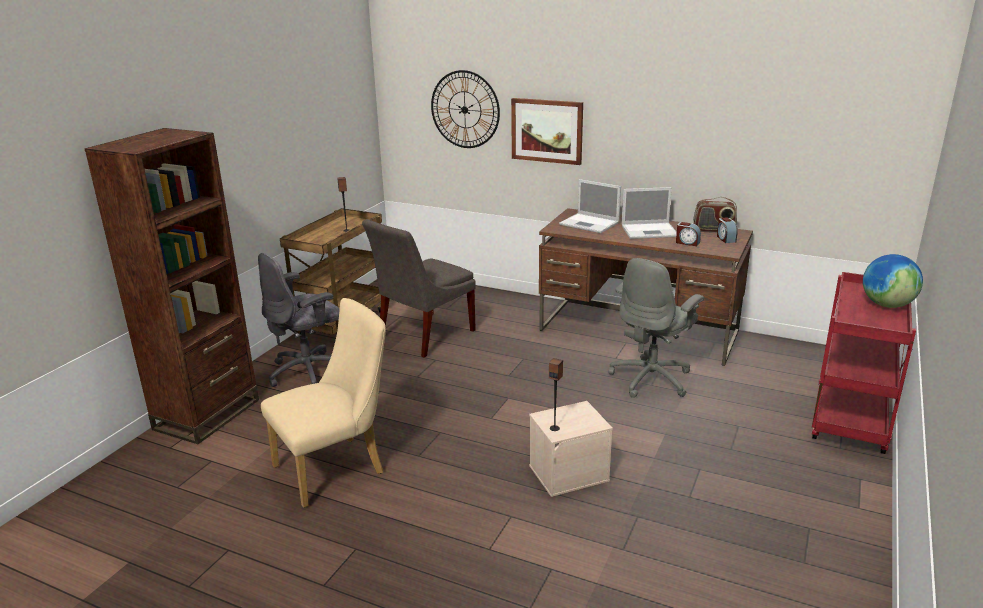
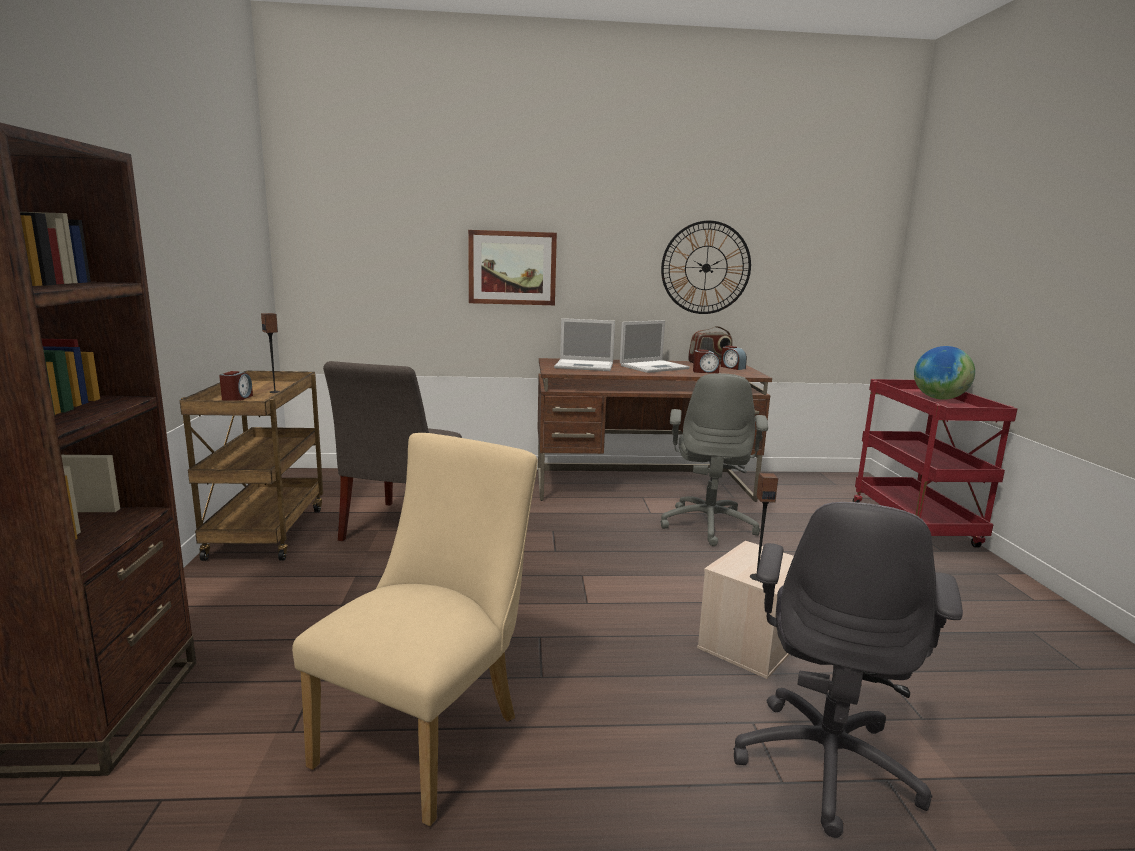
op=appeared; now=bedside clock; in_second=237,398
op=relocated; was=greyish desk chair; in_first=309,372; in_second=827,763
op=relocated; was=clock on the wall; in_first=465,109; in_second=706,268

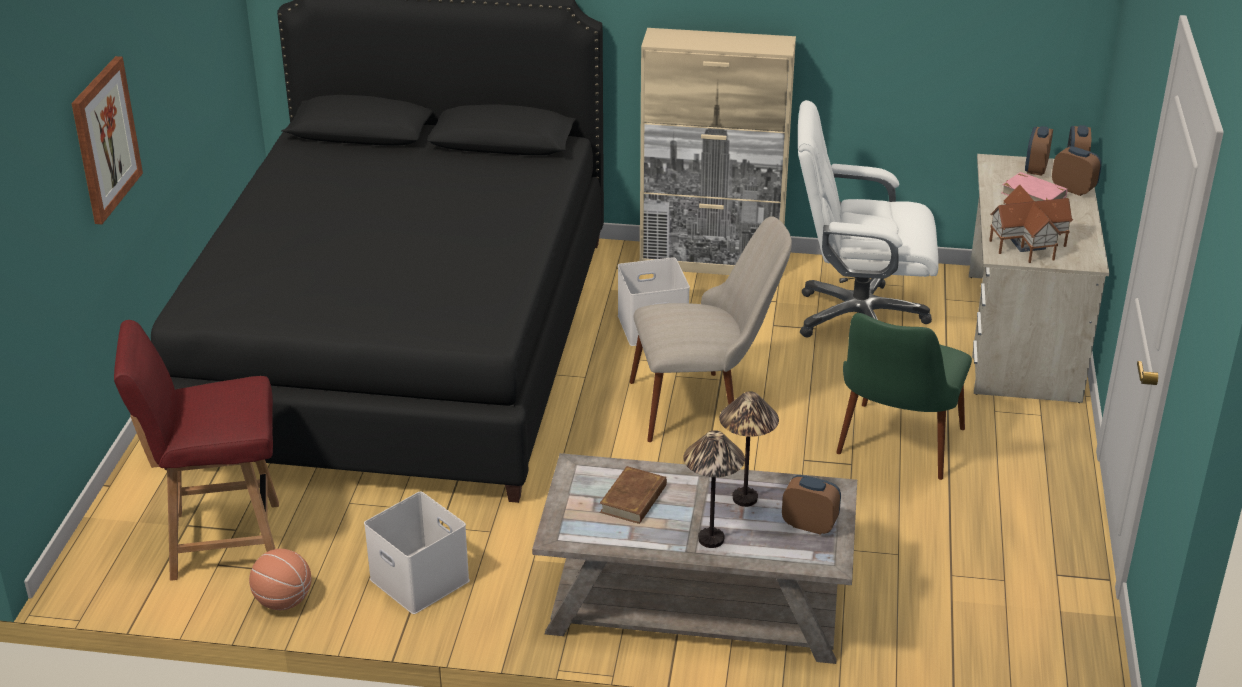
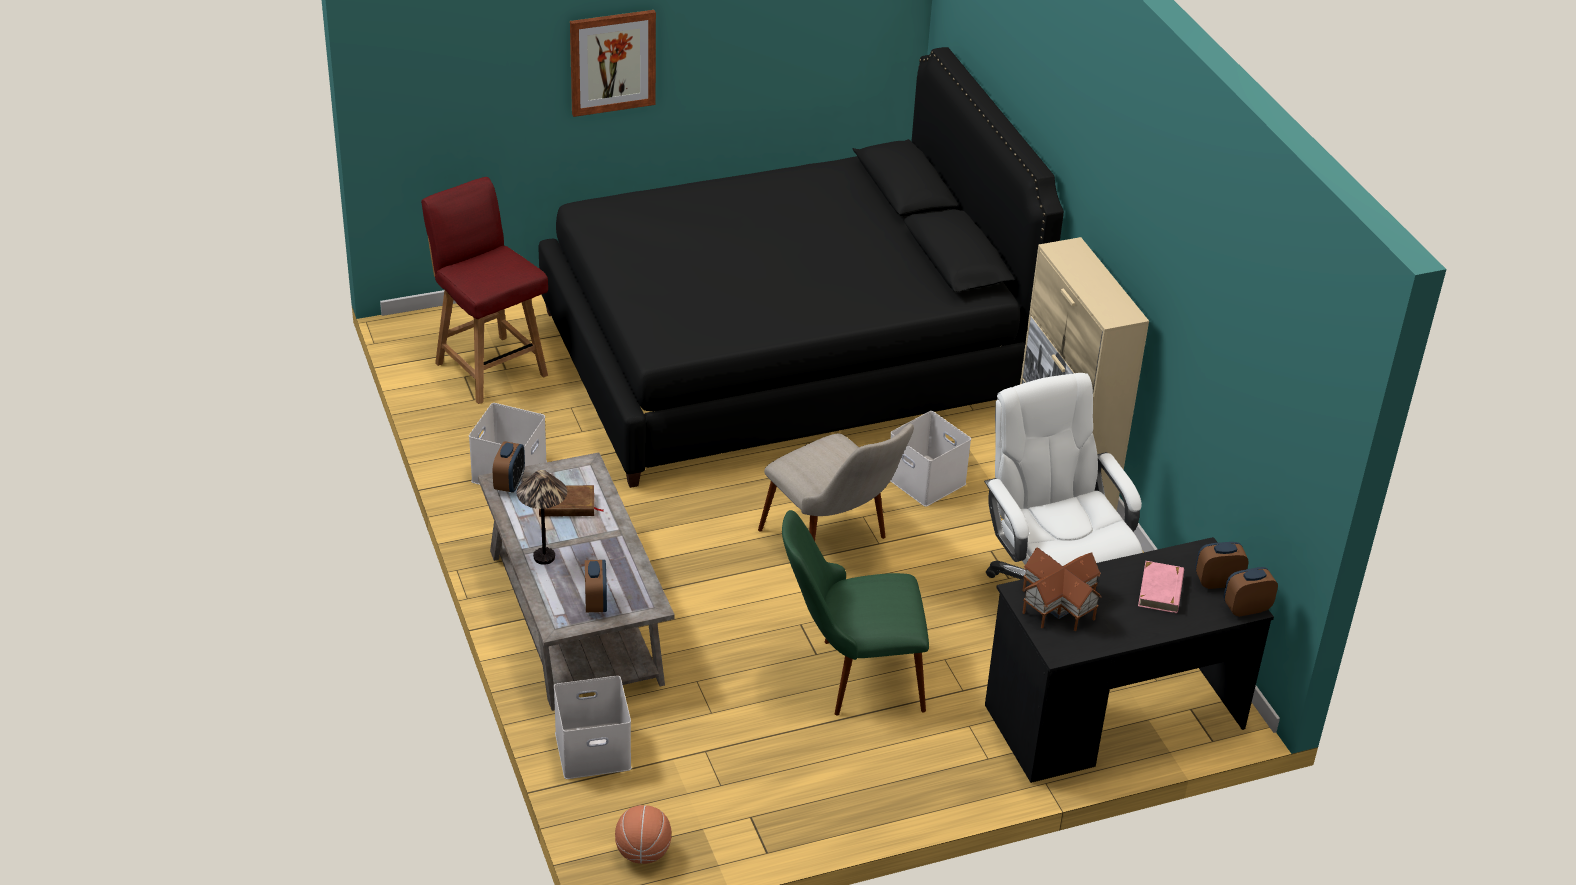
op=missing; was=tabletop lamp; in_first=744,499
op=appeared; now=whitish storage box; in_second=591,752
op=relocated; was=basketball ball; in_first=283,601; in_second=643,852
op=relocated; was=bedside clock; in_first=1073,189; in_second=509,484
op=colour; was=sand-coloured desk unit; now=black-coloured desk unit; in_first=1021,337; in_second=1113,717

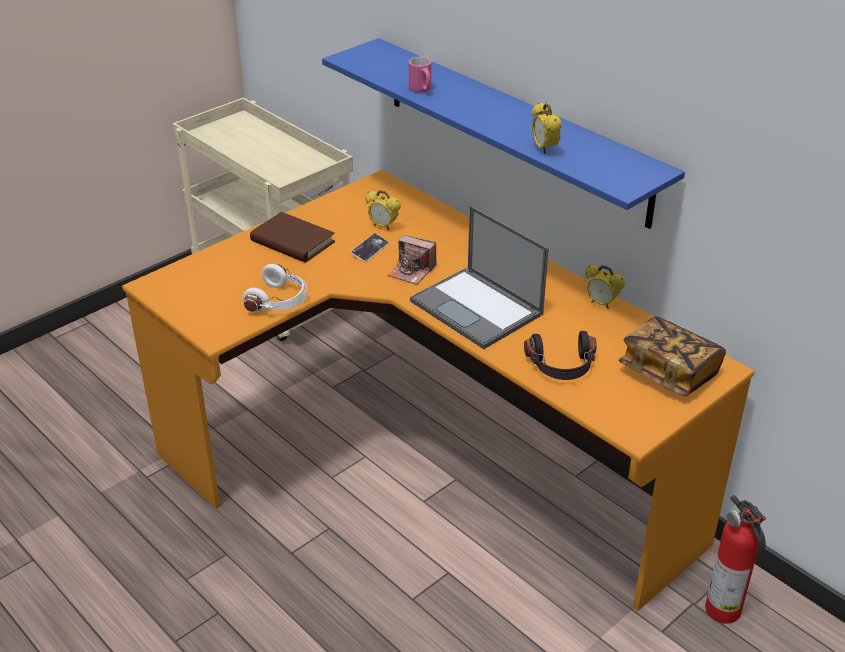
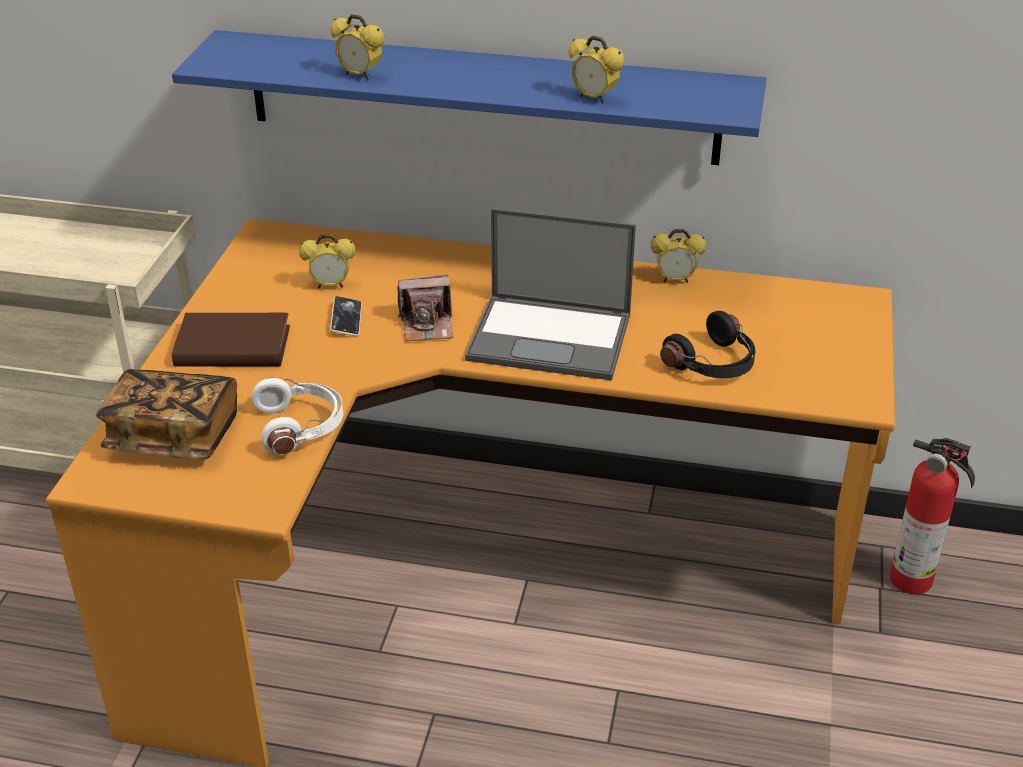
op=relocated; was=volume; in_first=669,372; in_second=174,435
op=exchanged; was=pinkish coffee mug; now=bedside clock; in_first=422,90; in_second=360,75

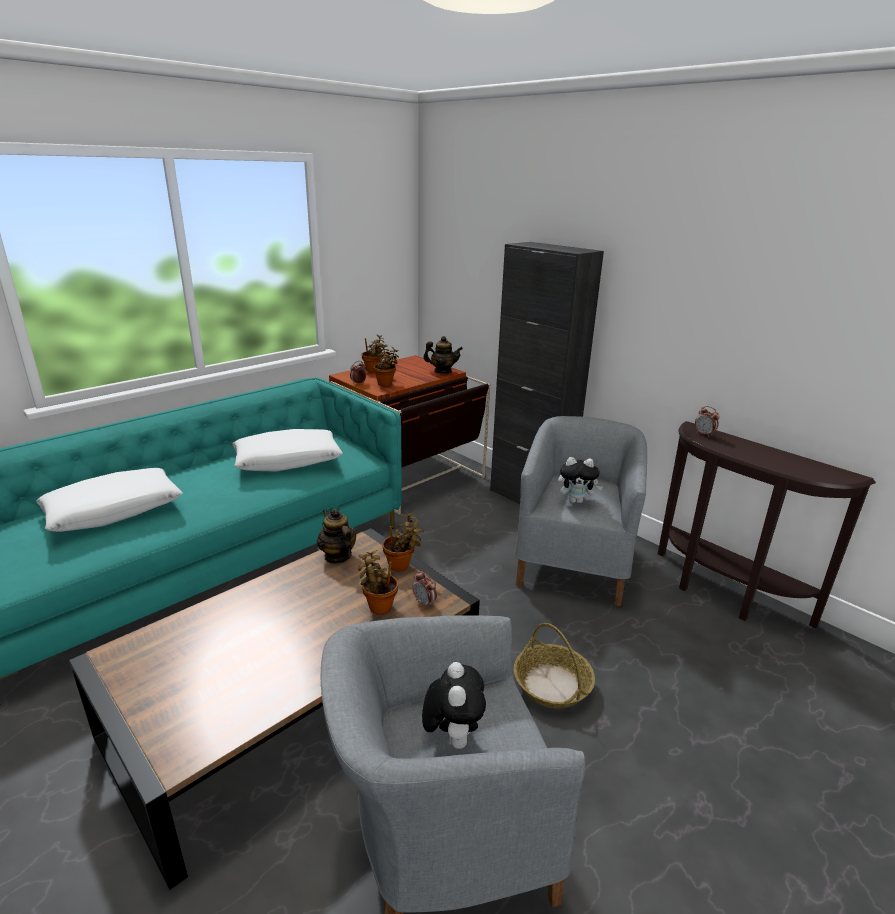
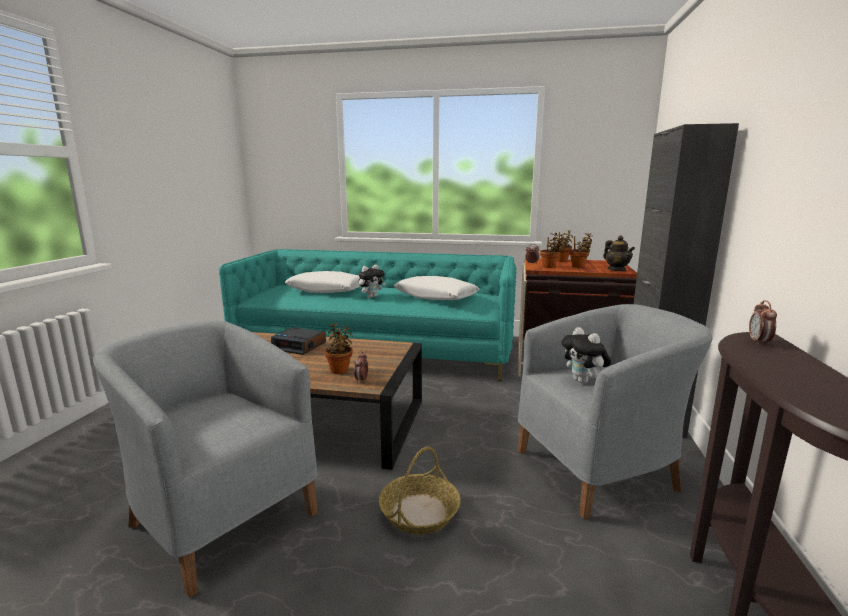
op=missing; was=pot for tea; in_first=337,556
op=appeared; now=bedside clock; in_second=299,346
op=relocated; was=houseplant; in_first=401,565; in_second=579,266
op=relocated; was=plush toy; in_first=452,735; in_second=371,297

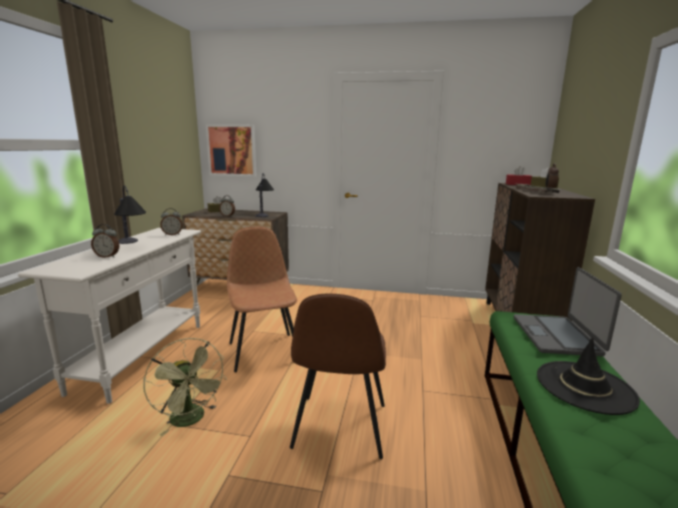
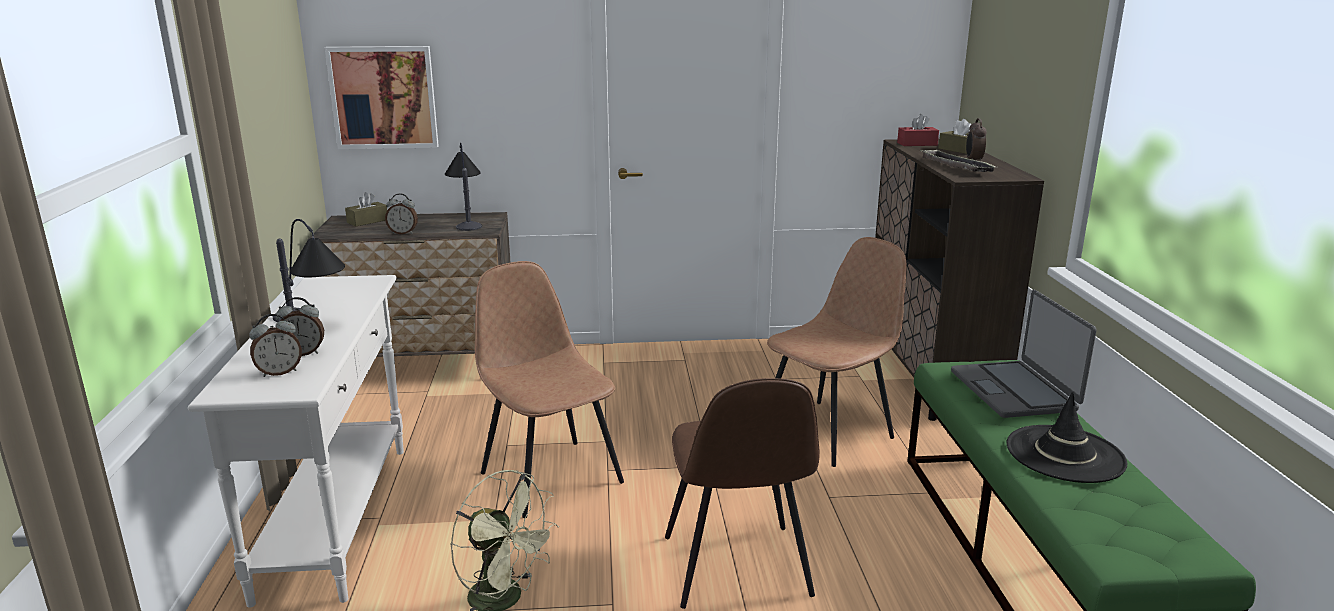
op=appeared; now=brown-coloured chair; in_second=828,431
op=relocated; was=bedside clock; in_first=172,234; in_second=279,372

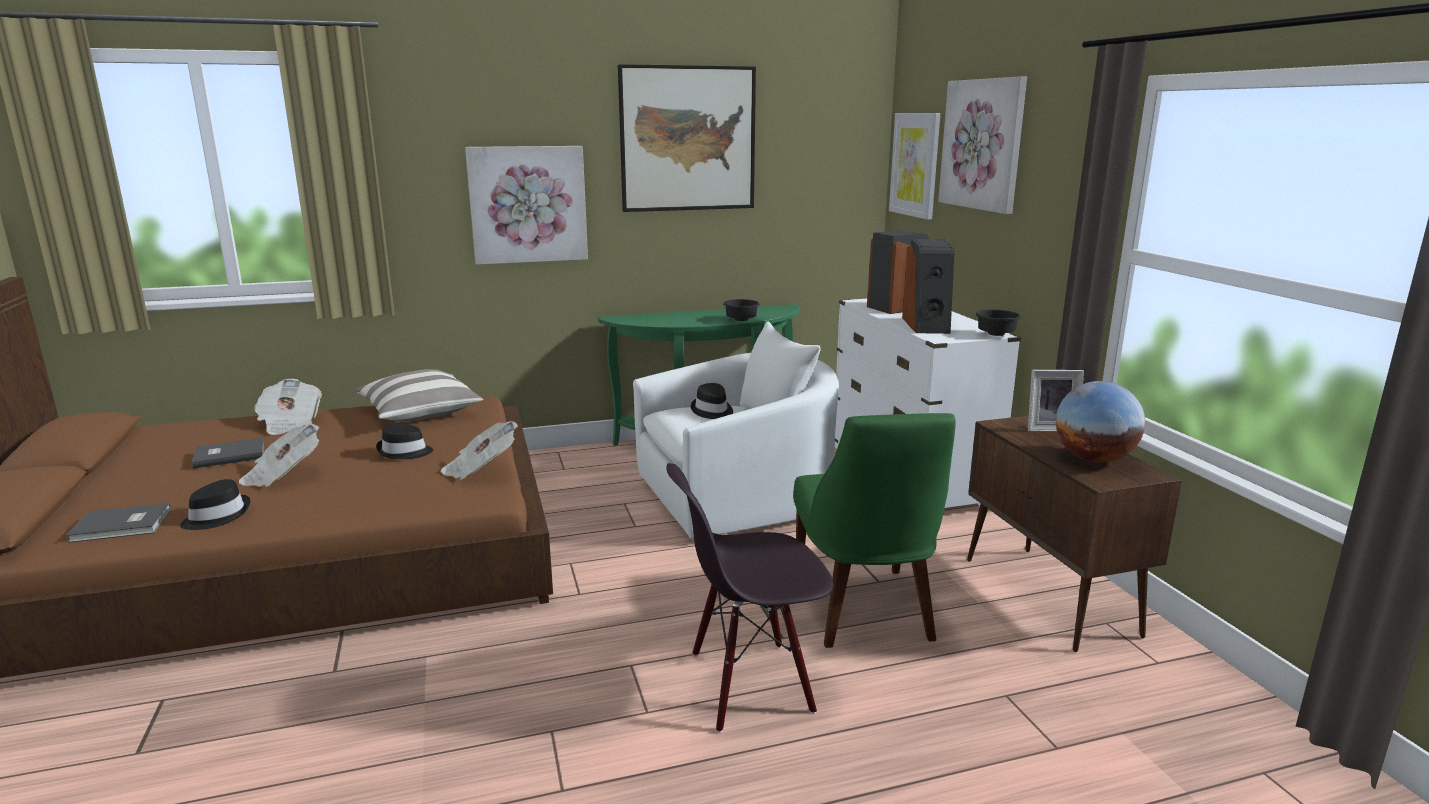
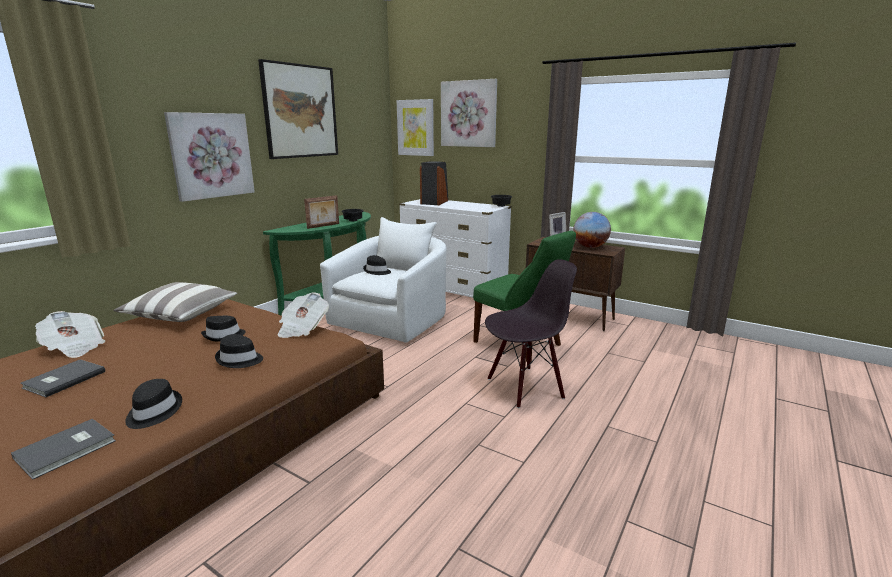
op=missing; was=printed paper; in_first=283,475
op=missing; was=loudspeaker; in_first=927,325
op=appeared; now=black-coloured hat; in_second=239,360
op=appeared; now=standing frame; in_second=323,226
op=spun; was=black-coloured chair; in_first=750,684; in_second=525,387; clockwise=-150

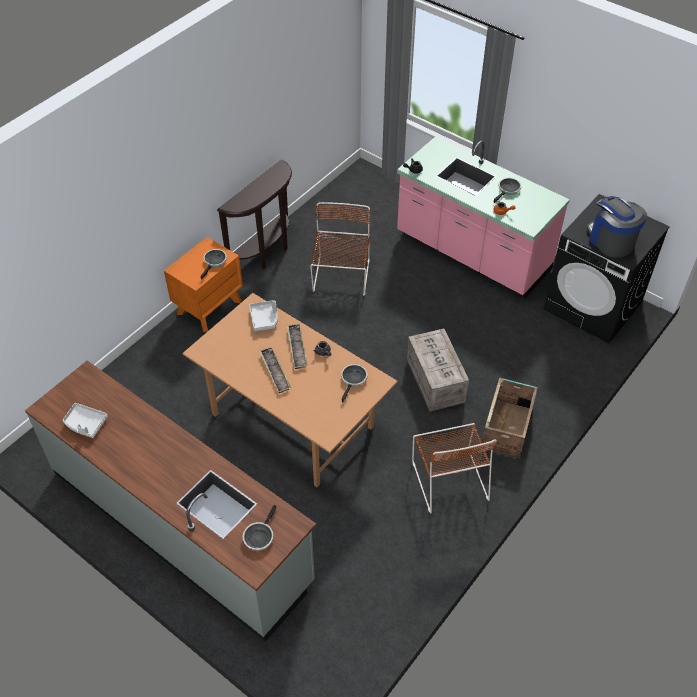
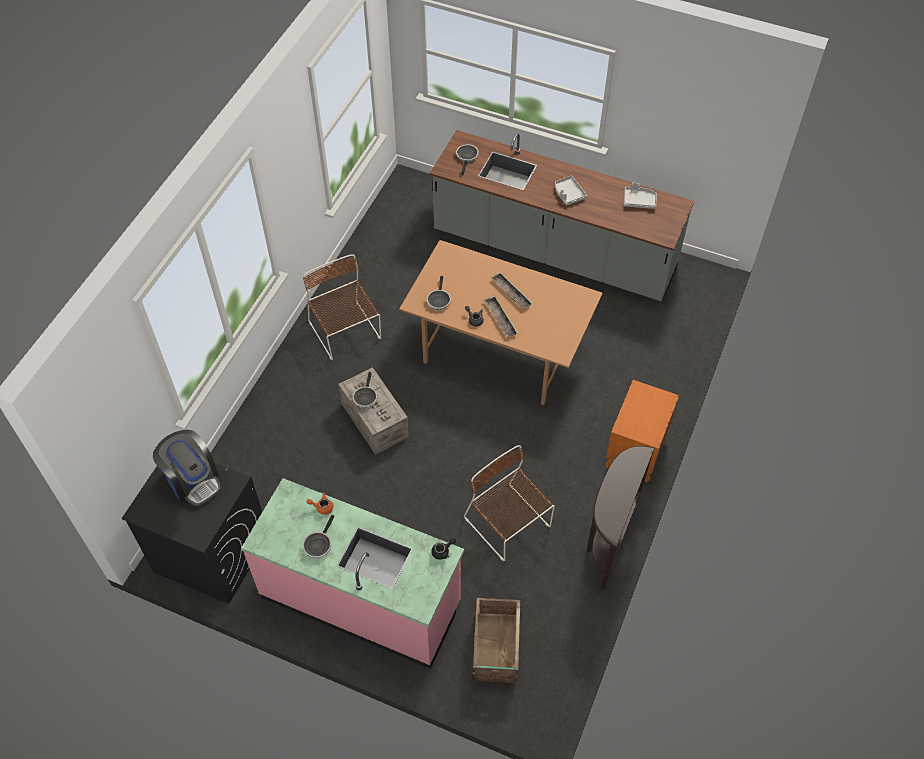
op=relocated; was=skillet; in_first=214,262; in_second=365,397
op=relocated; was=greyish carrying tray; in_first=264,319; in_second=568,194
op=relocated; was=shipping crate; in_first=507,427; in_second=495,649
op=spun; was=brown-coloured chair; in_first=341,277; in_second=509,524; clockwise=150

